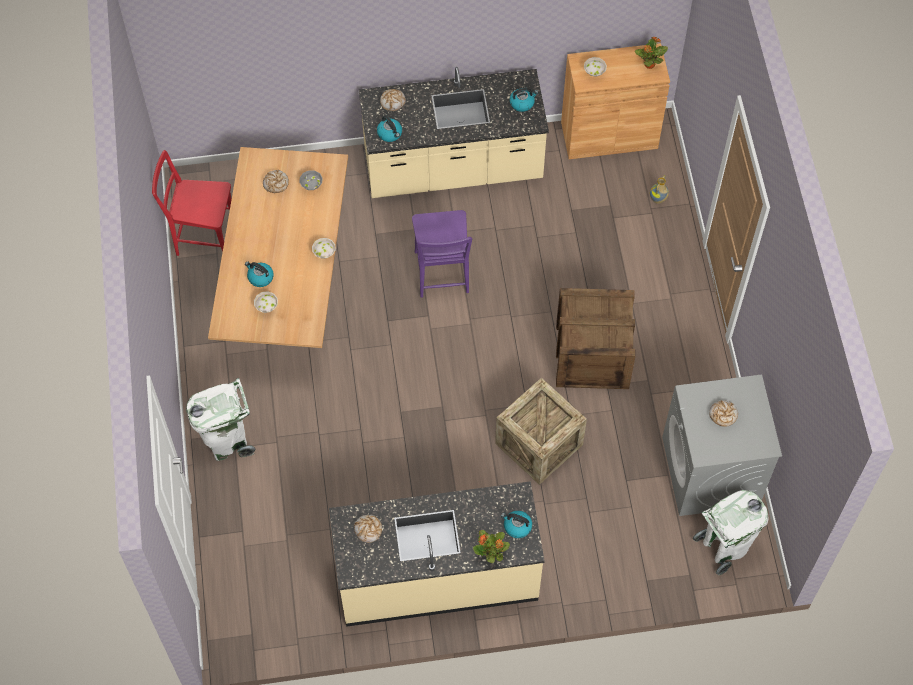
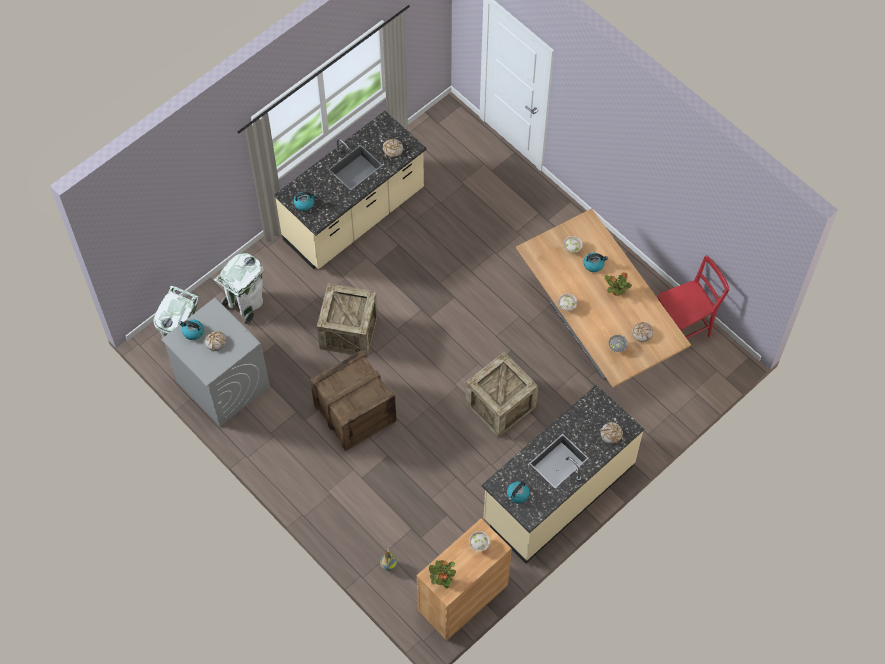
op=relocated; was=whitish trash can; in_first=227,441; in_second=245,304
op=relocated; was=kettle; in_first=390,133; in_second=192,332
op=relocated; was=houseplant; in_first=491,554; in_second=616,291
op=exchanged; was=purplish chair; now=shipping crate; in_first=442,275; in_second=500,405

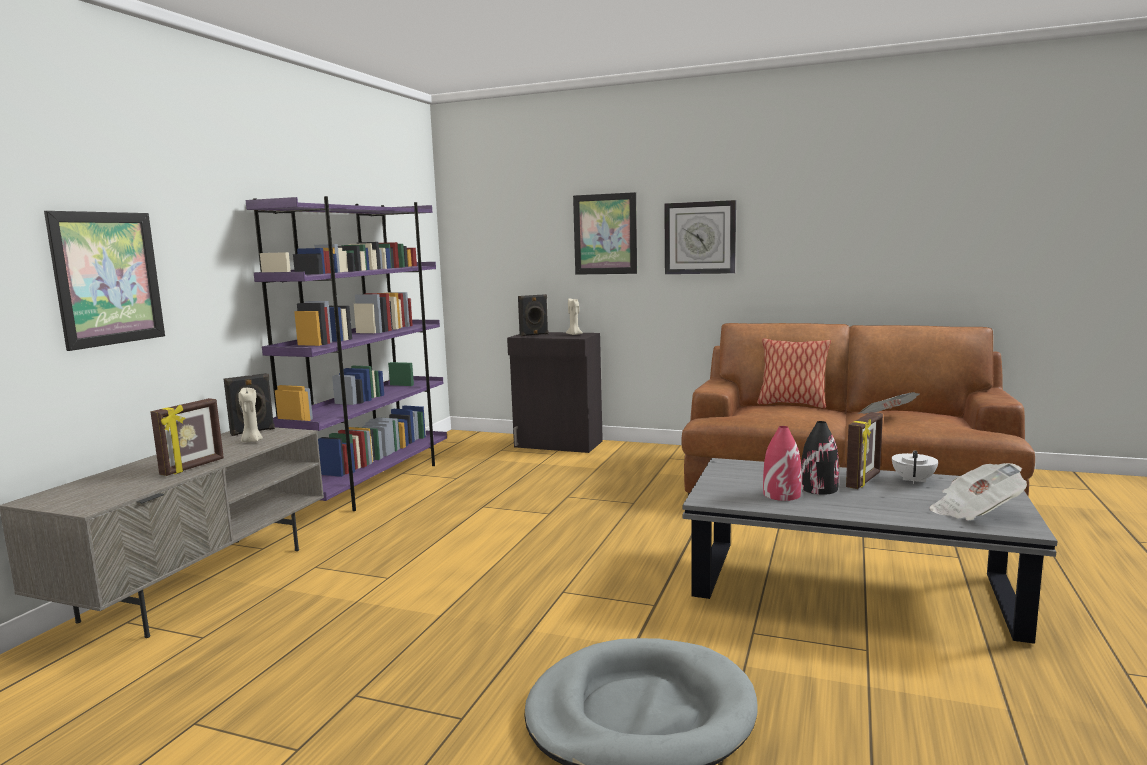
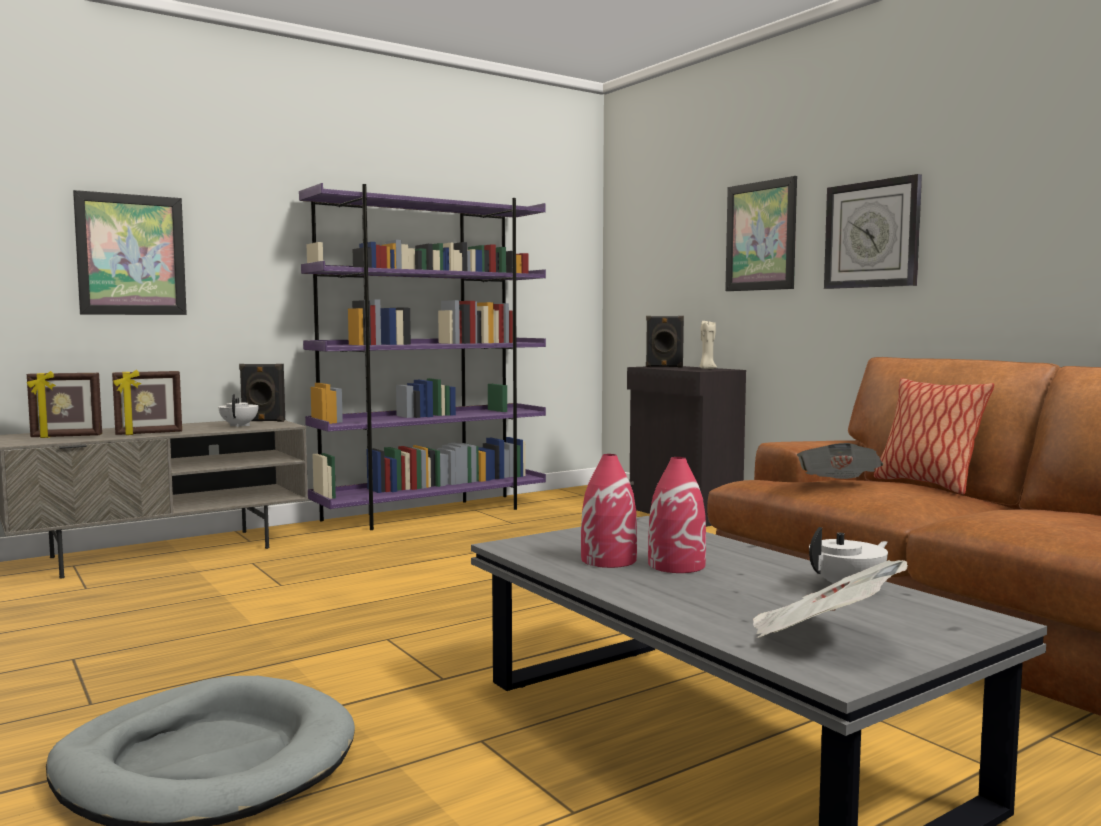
op=relocated; was=standing frame; in_first=864,481; in_second=66,436
op=relocated; was=printed paper; in_first=887,418; in_second=838,485
op=exchanged; was=sand-coloured wax candle; now=whitish pot for tea; in_first=251,441; in_second=239,426
op=colour; was=black-coloured flower vase; now=red flower vase; in_first=819,488; in_second=677,565

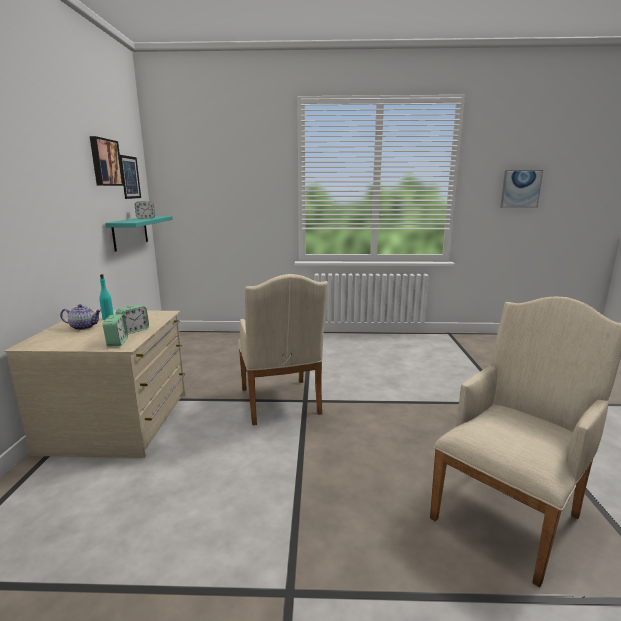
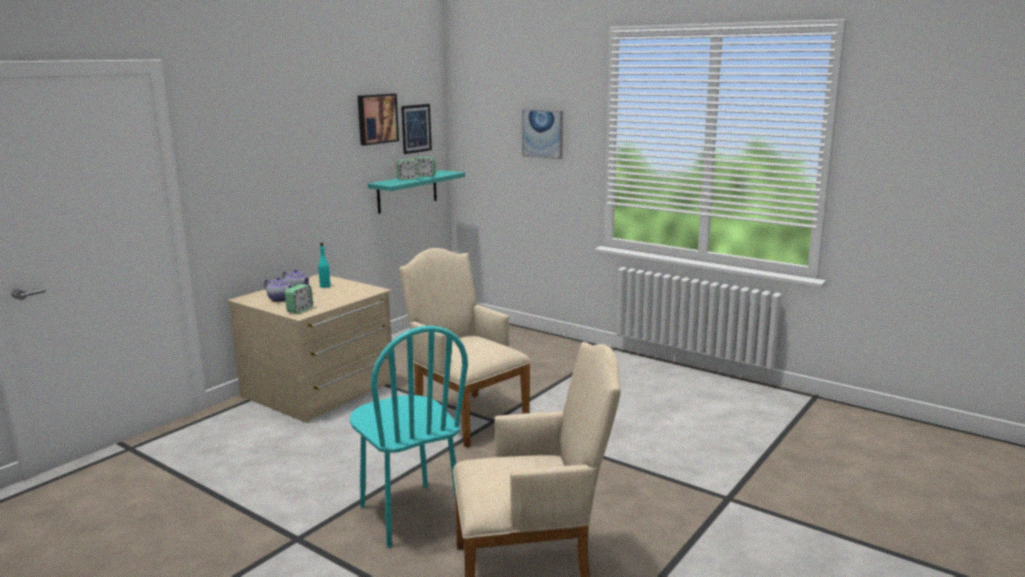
op=appeared; now=pot for tea; in_second=280,299
op=appeared; now=blue-green chair; in_second=409,515
op=relocated; was=bedside clock; in_first=134,330; in_second=408,179
op=relocated; was=picture; in_first=520,189; in_second=543,133
op=spun; was=sand-coloured armchair; in_first=281,404; in_second=466,416; clockwise=120

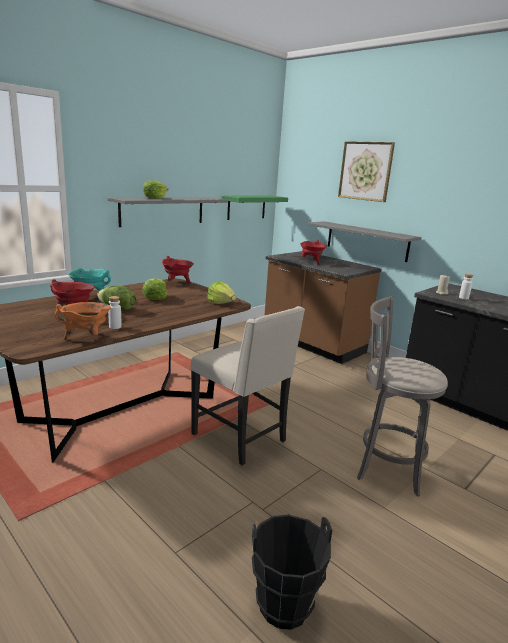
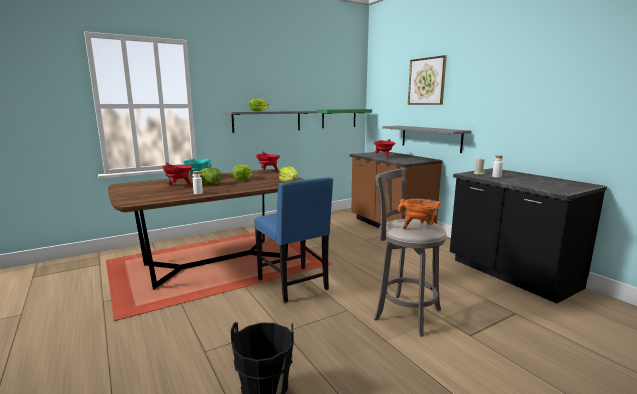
op=relocated; was=orangey cooking pot; in_first=86,338; in_second=419,227
op=colour; was=sand-coloured chair; now=blue chair; in_first=241,438; in_second=294,285

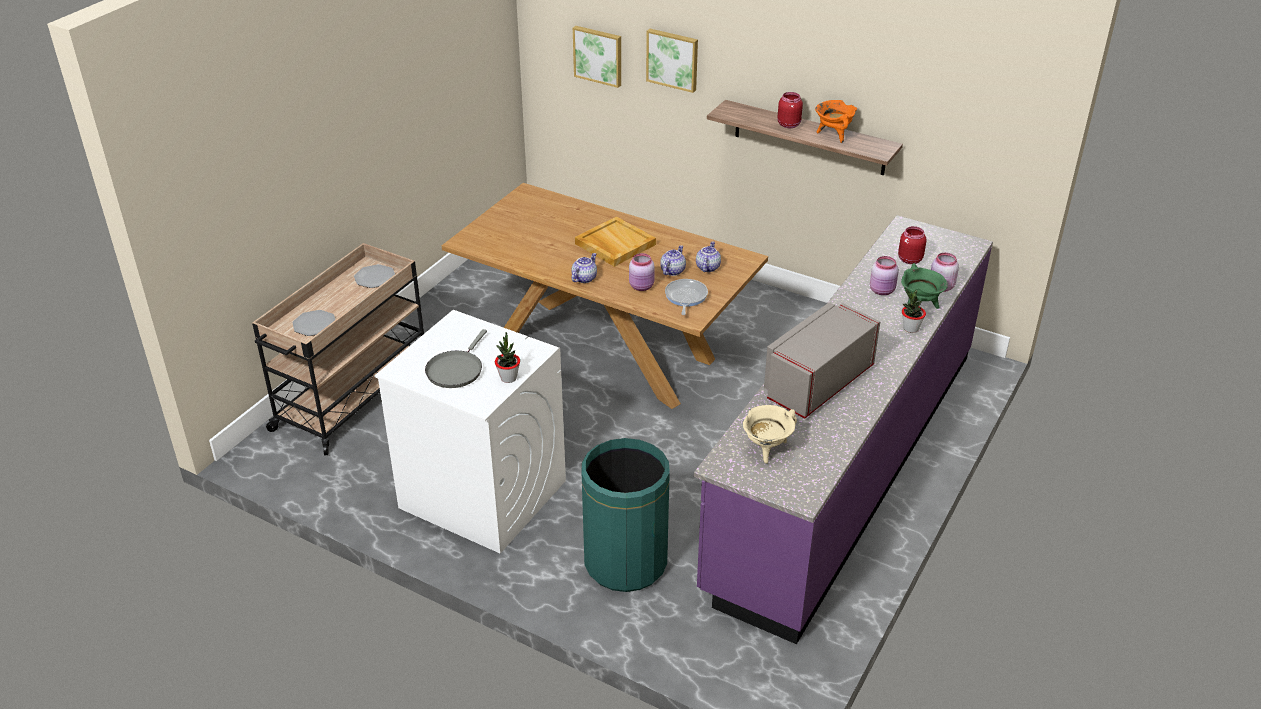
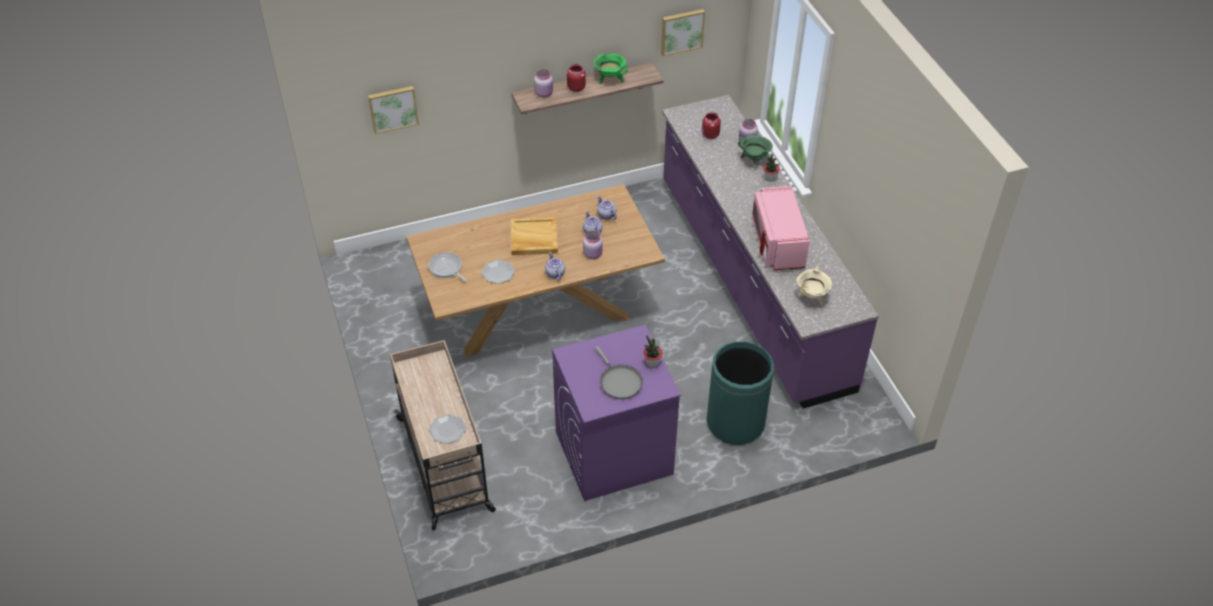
op=relocated; was=plate; in_first=375,277; in_second=498,272
op=relocated; was=picture; in_first=673,59; in_second=681,31
op=relocated; was=skillet; in_first=685,297; in_second=446,268
op=relocated; was=pinkish storage jar; in_first=882,290; in_second=544,93
op=colour; was=whitish washing machine; now=purplish washing machine; in_first=481,494; in_second=613,453
op=colour; was=greyish microwave; now=pinkish microwave; in_first=816,382; in_second=776,243
op=colour; was=orangey cooking pot; now=greenish cooking pot; in_first=833,135; in_second=610,79

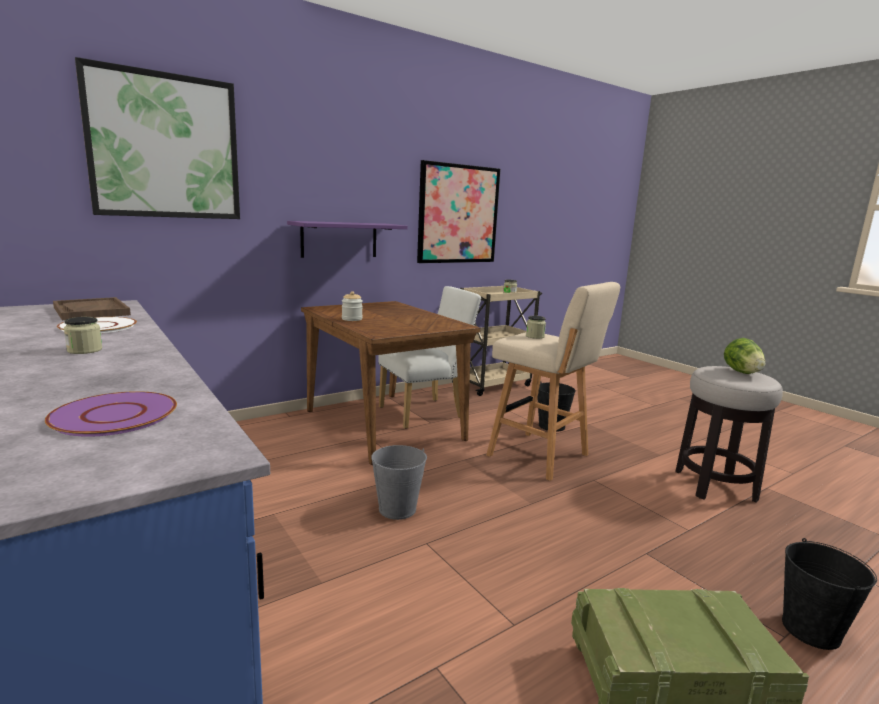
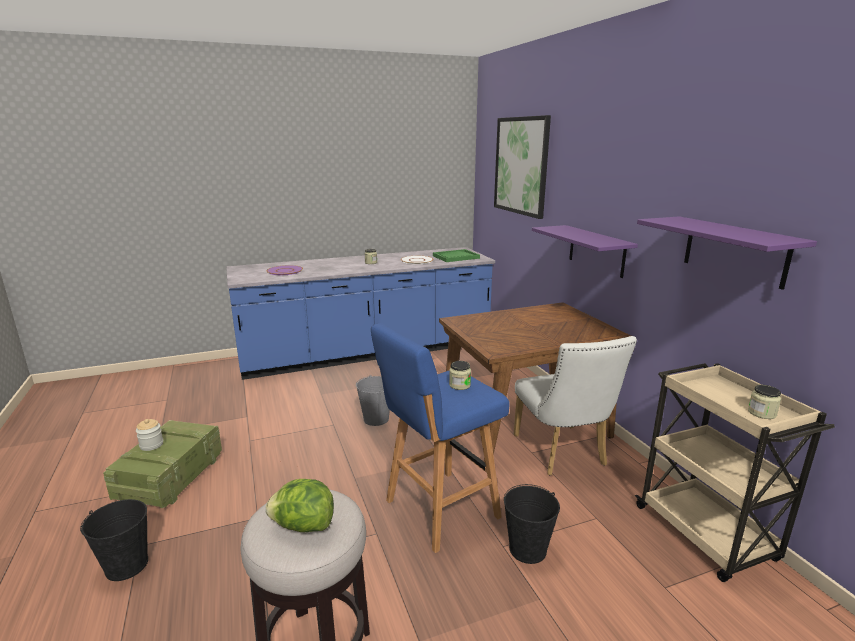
op=relocated; was=storage jar; in_first=352,319; in_second=151,445
op=exchanged; was=picture; now=purplish bracket shelf; in_first=458,214; in_second=734,251
op=colour; was=brown-coloured carrying tray; now=greenish carrying tray; in_first=91,311; in_second=456,257
op=colour; was=sand-coloured stool seat; now=blue stool seat; in_first=541,456; in_second=439,510

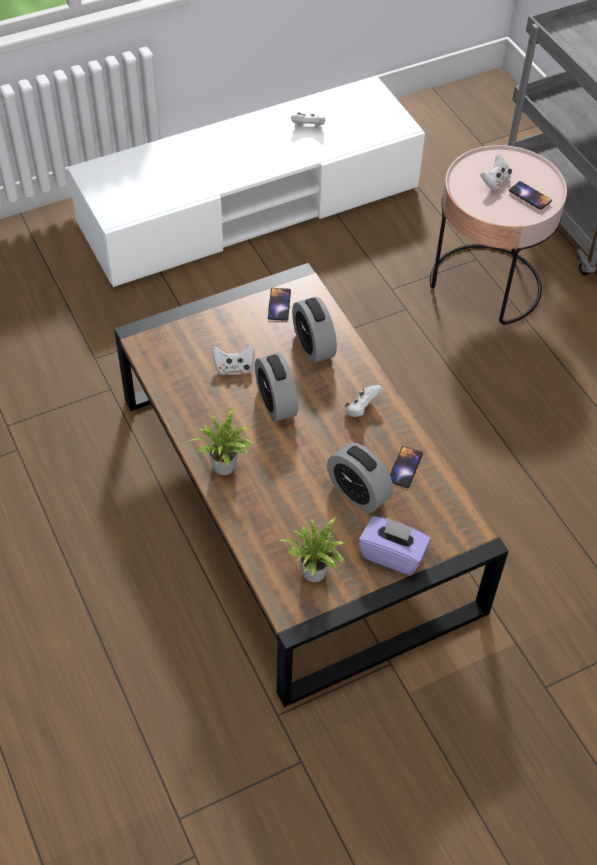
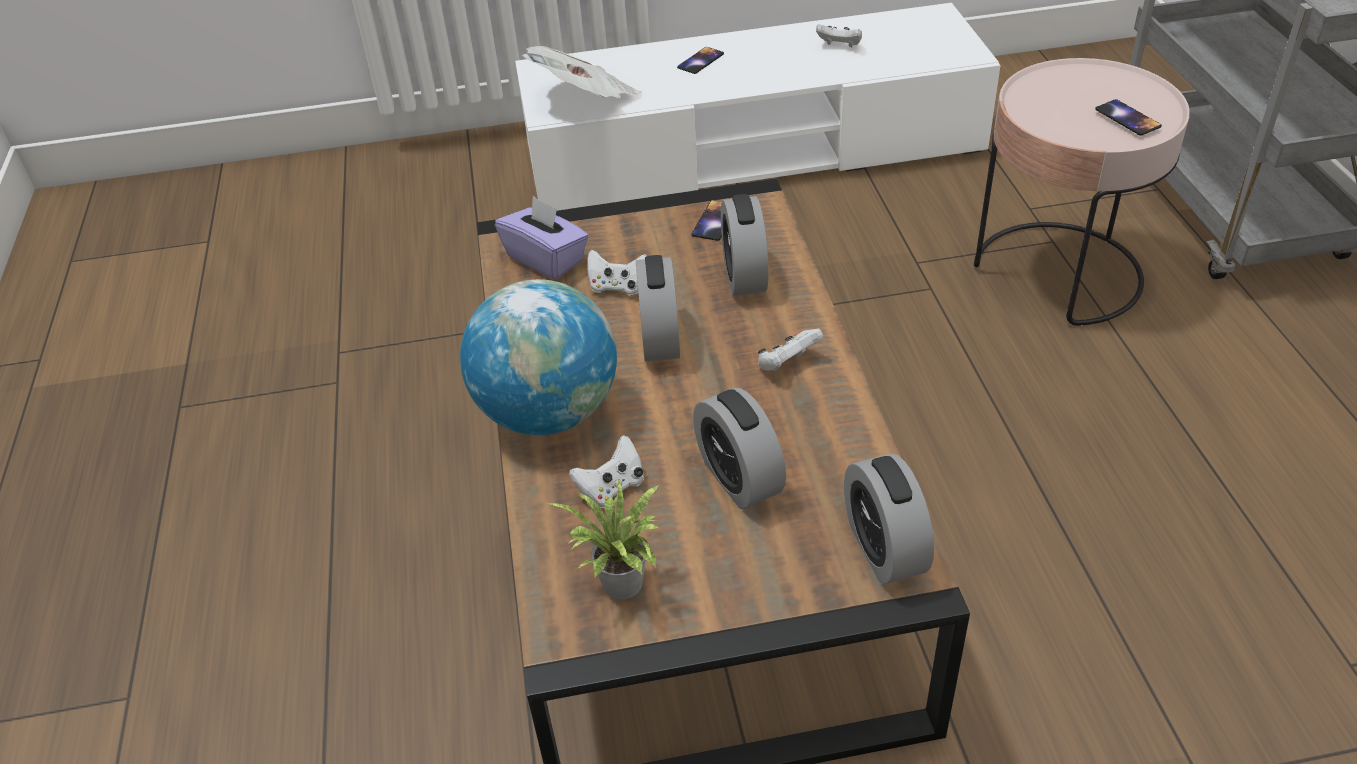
op=appeared; now=printed paper; in_second=586,100
op=appeared; now=bedside clock; in_second=884,548
op=relocated; was=purplish box of tissues; in_first=392,554; in_second=546,259
op=relocated; was=handset; in_first=405,467; in_second=700,61
op=relocated; was=whitish gamepad; in_first=495,182; in_second=611,488
op=exchanged; was=houseplant; now=world globe; in_first=225,468; in_second=548,412

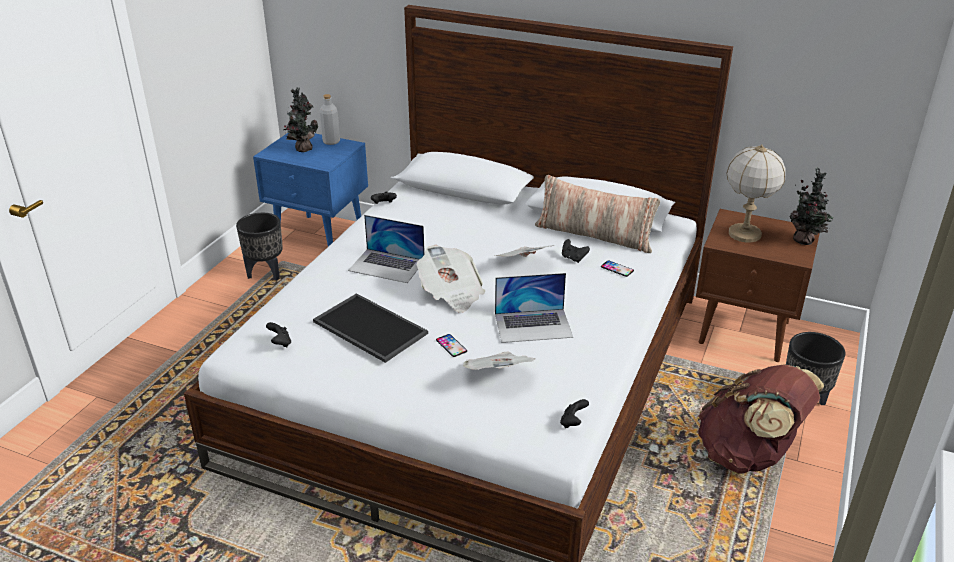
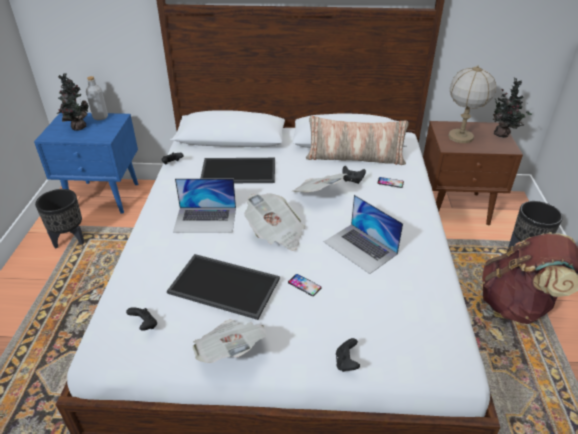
op=appeared; now=carrying tray; in_second=237,172
op=relocated; was=printed paper; in_first=498,376; in_second=230,351
op=relocated; was=black-coloured gamepad; in_first=573,422; in_second=346,362
op=spun; was=notebook computer; in_first=533,325; in_second=360,248; clockwise=75

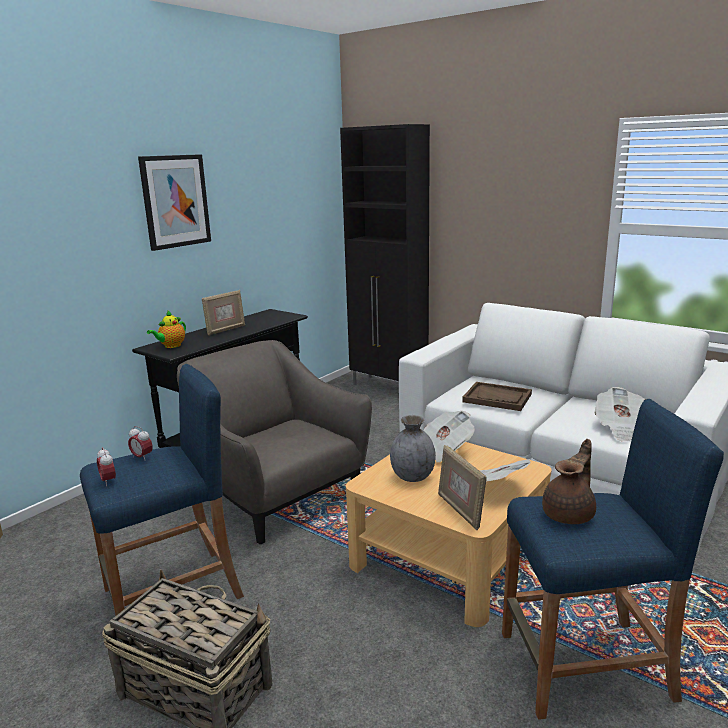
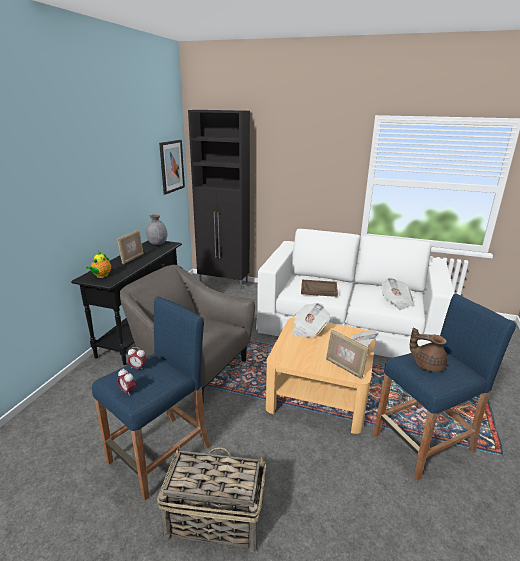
op=relocated; was=picture; in_first=175,201; in_second=171,166
op=relocated; was=greyish flower vase; in_first=412,477; in_second=157,243
op=spun; was=brown-coloured pot for tea; in_first=570,514; in_second=427,365; clockwise=-90

